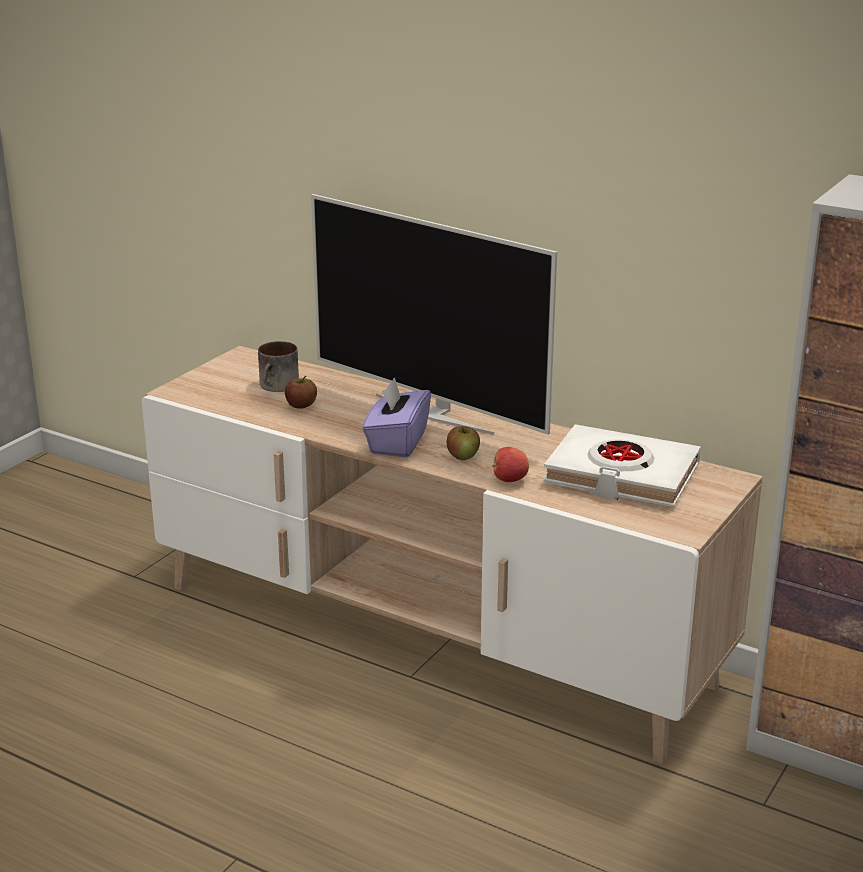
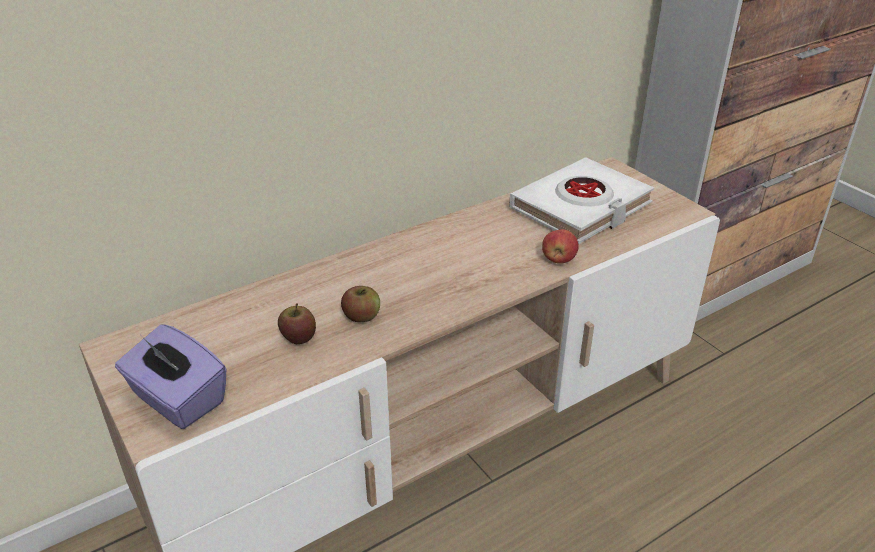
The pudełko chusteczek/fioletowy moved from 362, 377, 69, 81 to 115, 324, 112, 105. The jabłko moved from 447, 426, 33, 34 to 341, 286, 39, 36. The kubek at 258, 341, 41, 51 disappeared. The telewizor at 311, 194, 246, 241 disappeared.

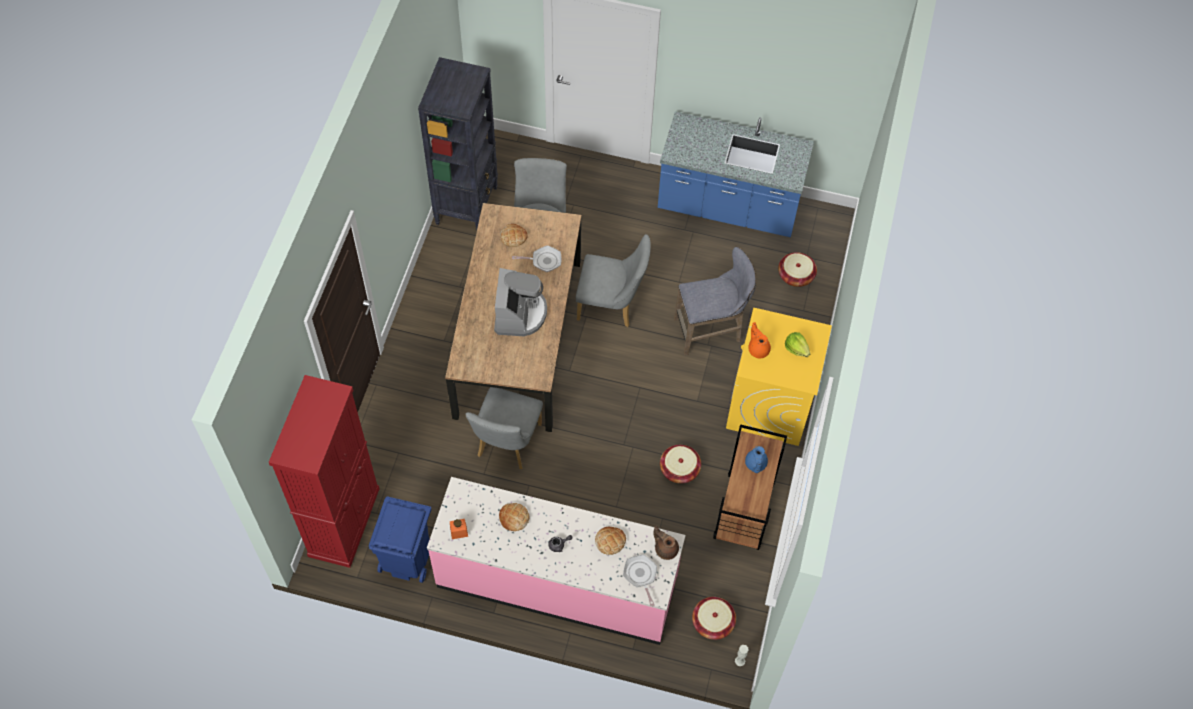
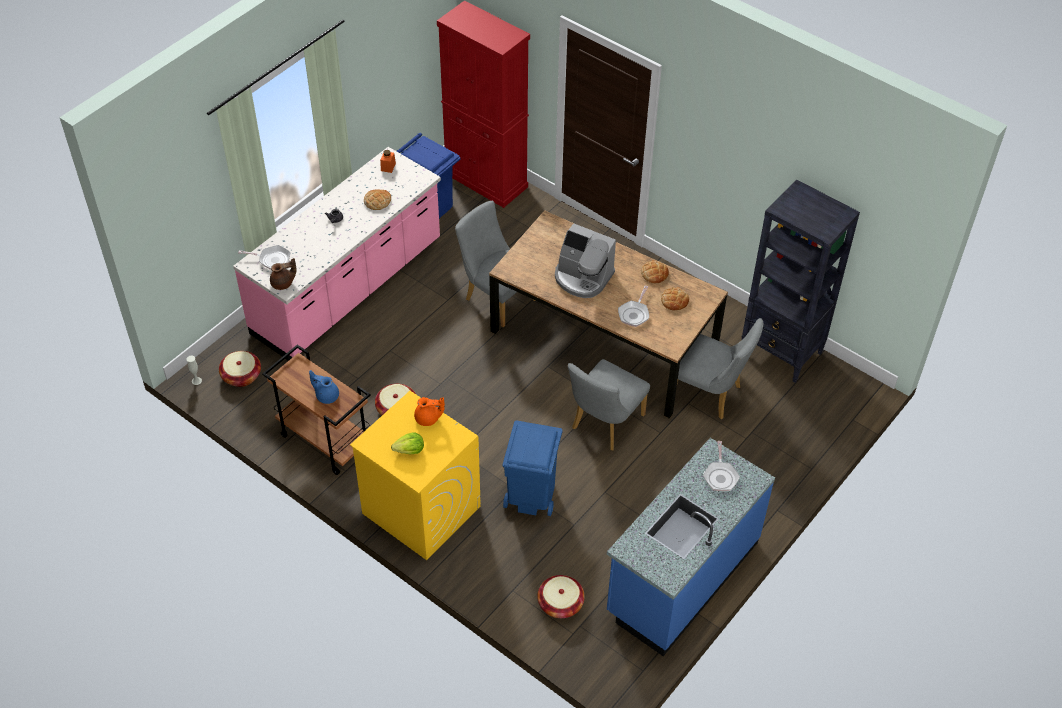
The stołek/szary at 674, 247, 82, 108 was replaced by the kosz na śmieci/niebieski at 503, 421, 60, 95. The chleb moved from 595, 527, 31, 28 to 641, 260, 28, 23. The patelnia at 703, 441, 37, 50 appeared.

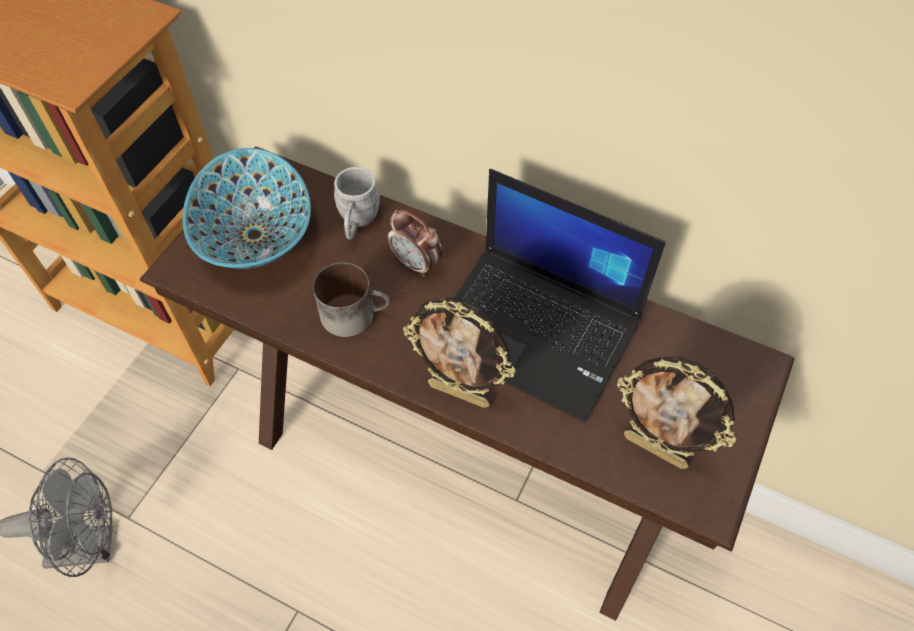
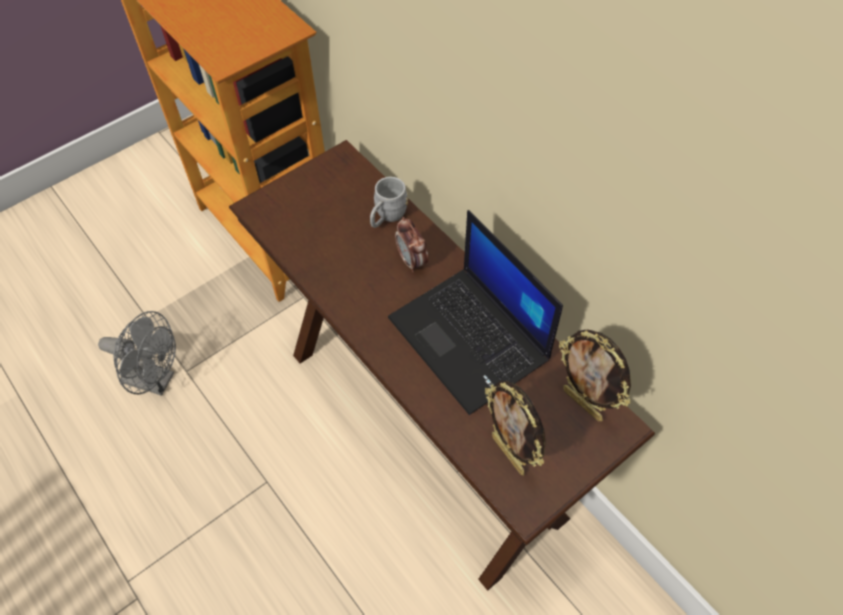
The ramka na zdjęcie moved from 403, 297, 113, 111 to 559, 329, 72, 92. The miska at 183, 148, 128, 121 disappeared. The kubek at 313, 262, 77, 75 disappeared.

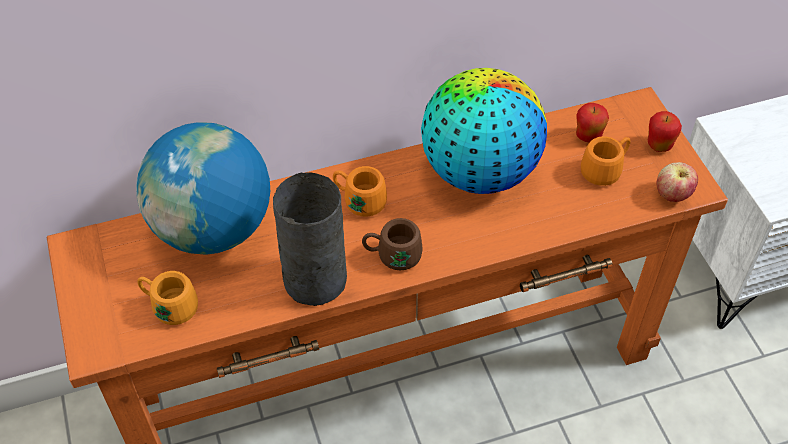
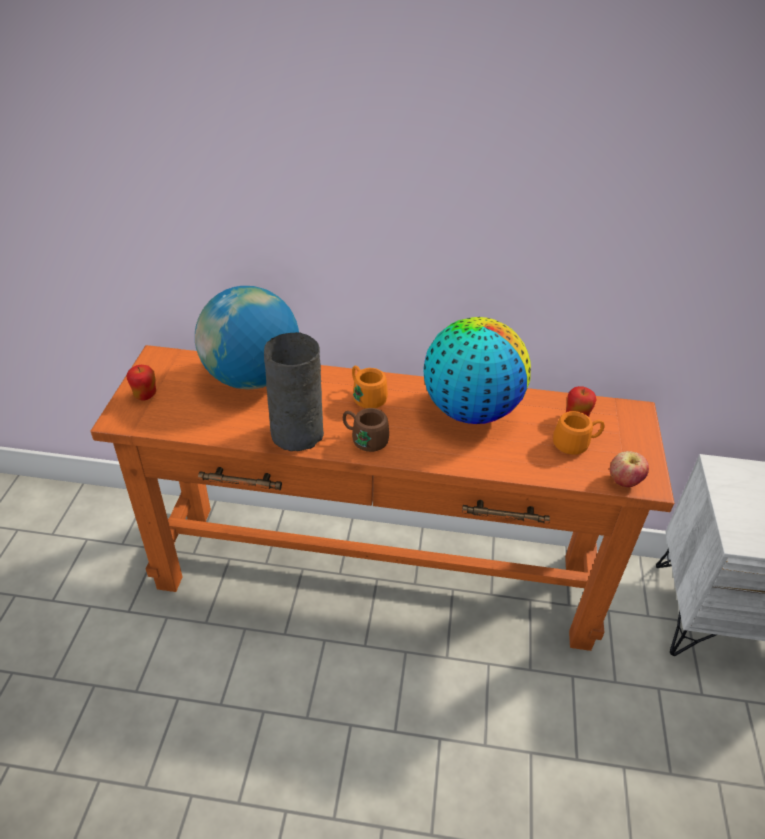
The jabłko moved from 648, 111, 34, 41 to 126, 365, 30, 36. The kubek/pomarańczowy at 137, 271, 61, 54 disappeared.

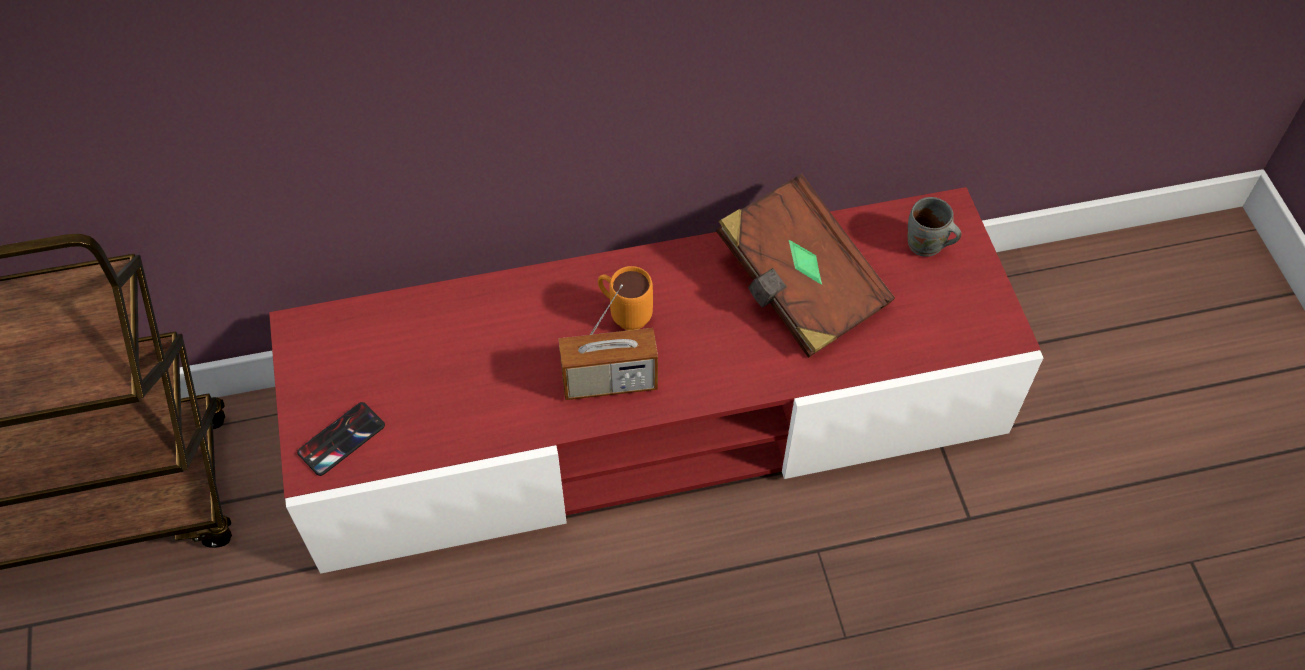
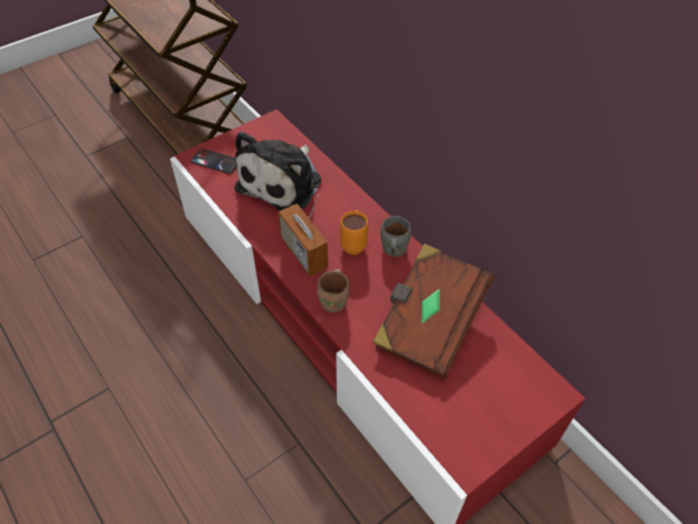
The pluszak at 235, 131, 86, 80 appeared. The kubek/brązowy at 317, 269, 33, 44 appeared. The kubek/szary moved from 908, 197, 53, 60 to 380, 216, 31, 41.

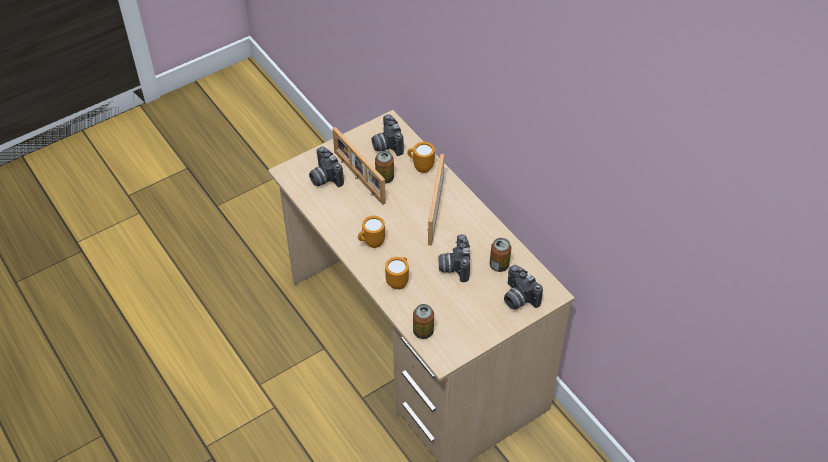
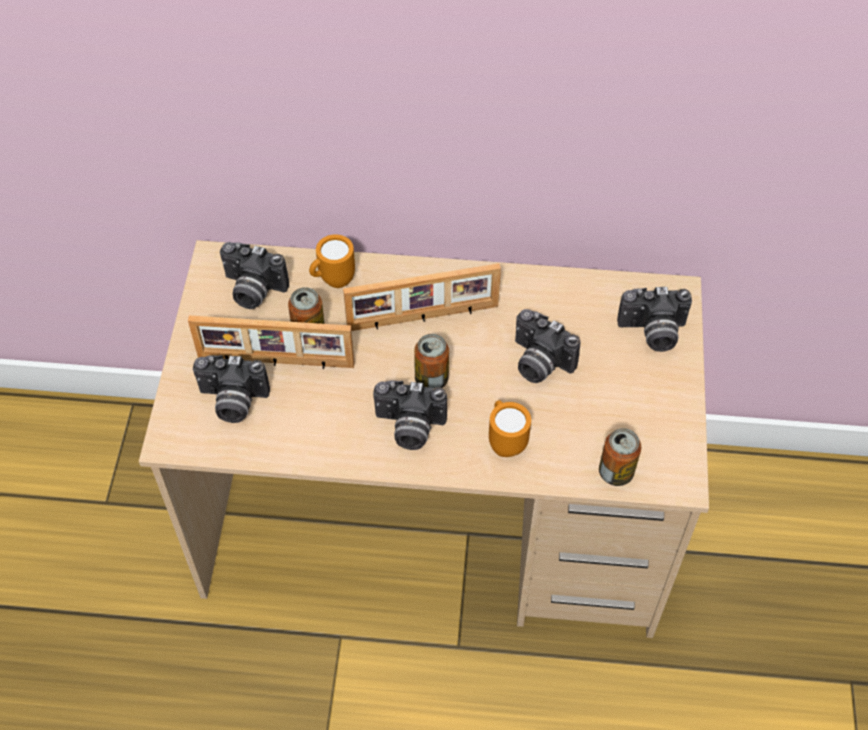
The ramka na zdjęcie at 427, 154, 17, 92 turned 60 degrees counterclockwise. The kubek/pomarańczowy at 358, 216, 27, 32 was replaced by the aparat fotograficzny at 373, 381, 74, 69. The puszka moved from 490, 238, 21, 34 to 414, 334, 35, 54.

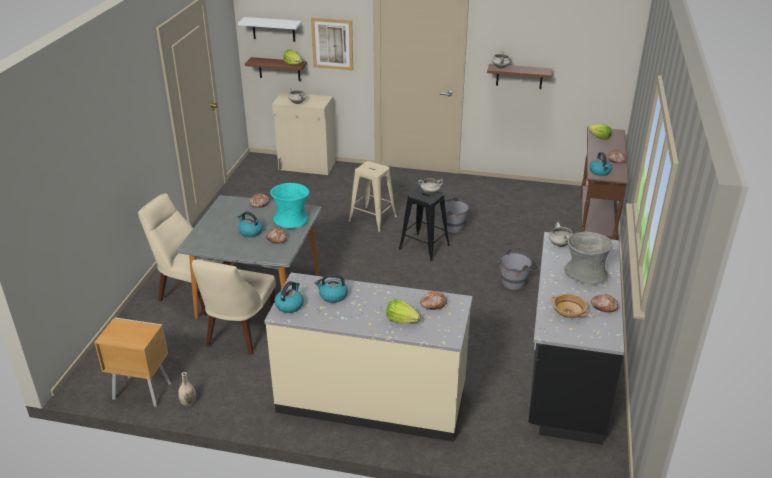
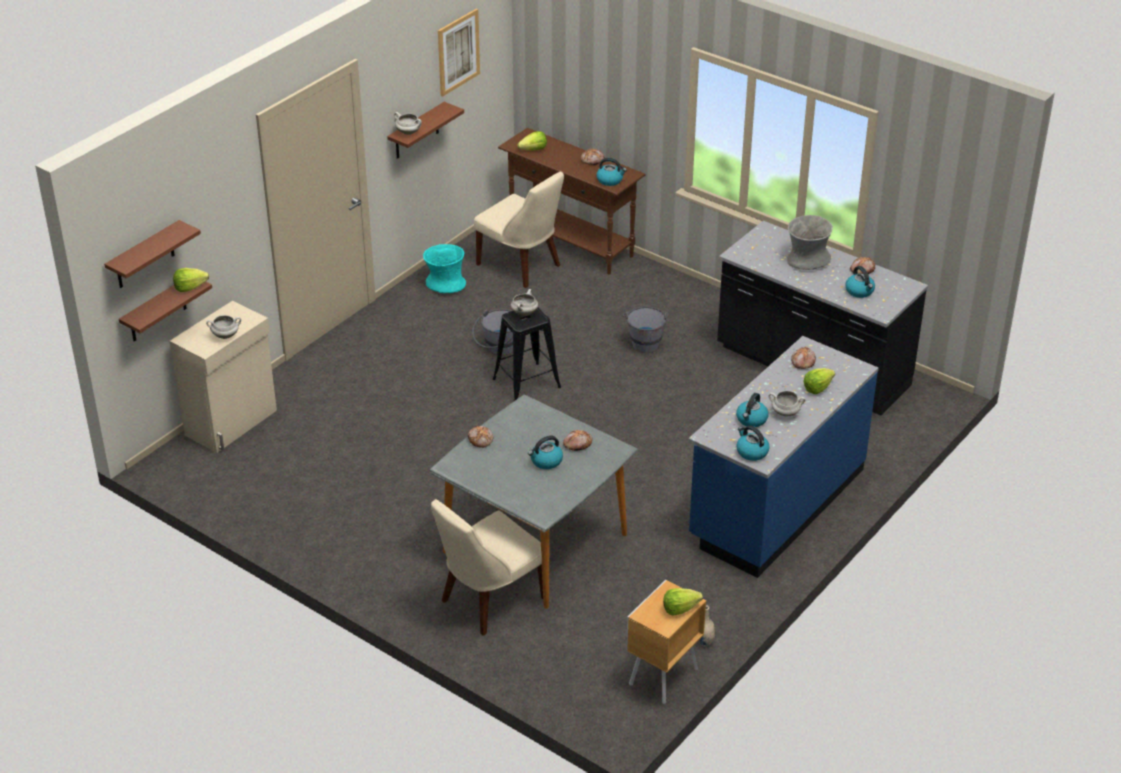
The półka/biały at 238, 17, 64, 25 became the półka/brązowy at 104, 220, 97, 68. The wazon/turkusowy moved from 270, 183, 39, 45 to 423, 244, 43, 49. The obraz moved from 311, 18, 42, 52 to 438, 9, 42, 88. The krzesło/beżowy moved from 192, 260, 84, 95 to 474, 172, 90, 116. The sałata at 663, 588, 40, 27 appeared. The zabudowa kuchenna/beżowy at 264, 272, 209, 170 became the zabudowa kuchenna/niebieski at 688, 336, 191, 242. The garnek/biały moved from 549, 222, 24, 25 to 769, 390, 37, 26. The miska/beżowy at 551, 294, 38, 24 was replaced by the czajnik at 845, 266, 30, 32. The stołek/beżowy at 349, 161, 48, 70 disappeared.

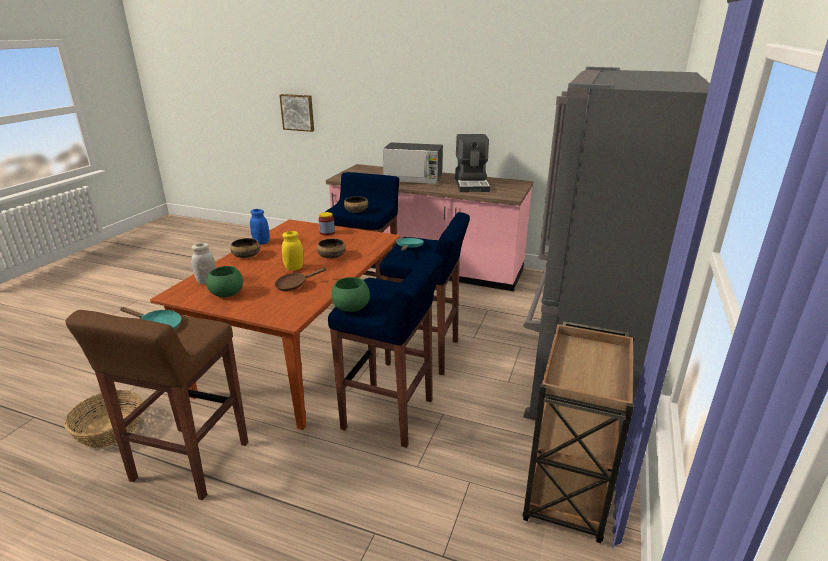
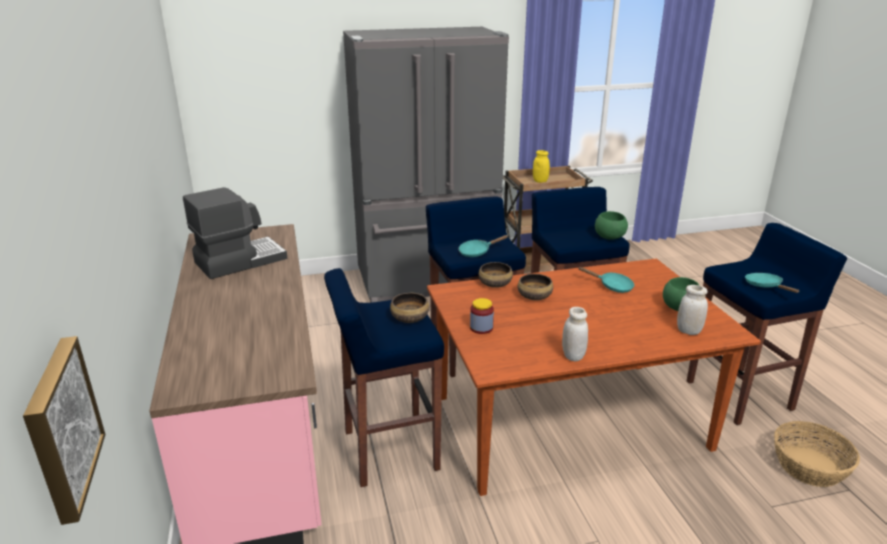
The miska moved from 230, 238, 30, 20 to 479, 262, 34, 26. The słoik/żółty moved from 282, 231, 22, 39 to 533, 150, 17, 33. The słoik/niebieski at 250, 209, 20, 35 became the słoik/biały at 562, 307, 26, 54. The patelnia/brązowy at 275, 268, 51, 23 became the patelnia/turkusowy at 579, 267, 55, 26. The stołek/brązowy at 65, 310, 183, 190 became the stołek/niebieski at 687, 223, 160, 202. The mikrofalówka at 383, 142, 60, 42 disappeared.

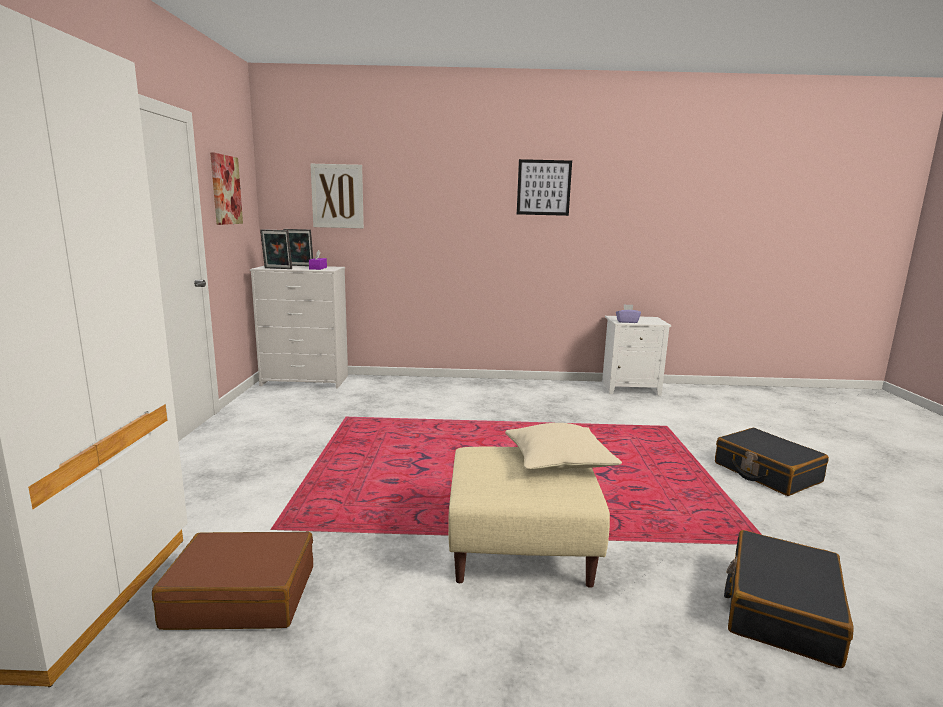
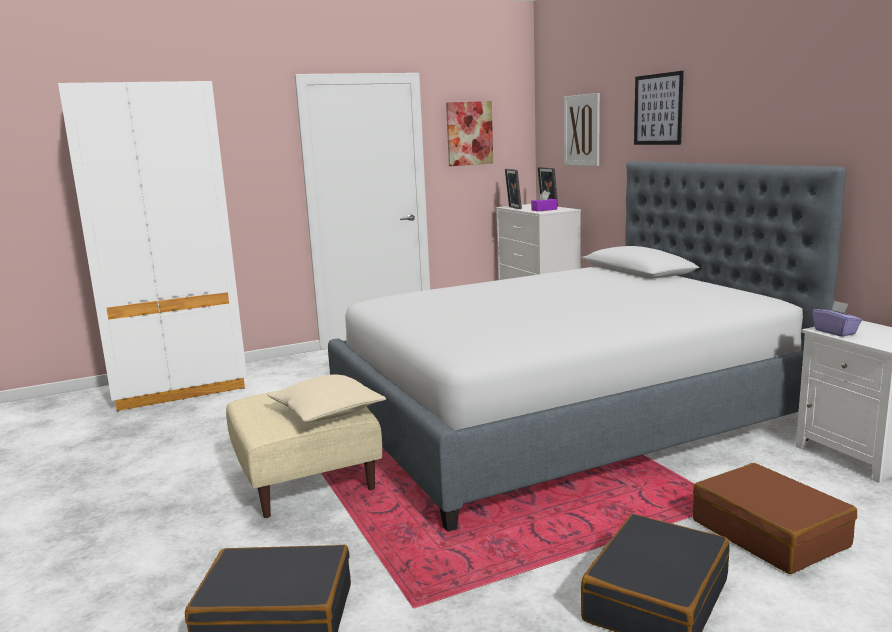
The łóżko at 328, 161, 519, 371 appeared. The obraz moved from 517, 159, 55, 57 to 634, 71, 50, 74. The walizka/brązowy moved from 152, 532, 161, 98 to 693, 463, 164, 111.

